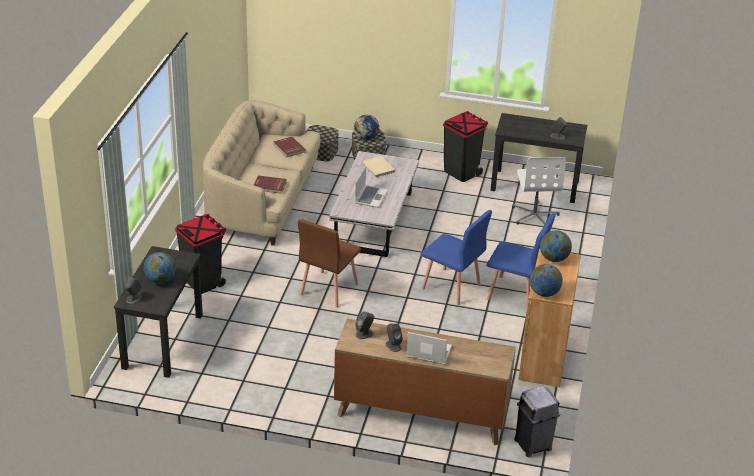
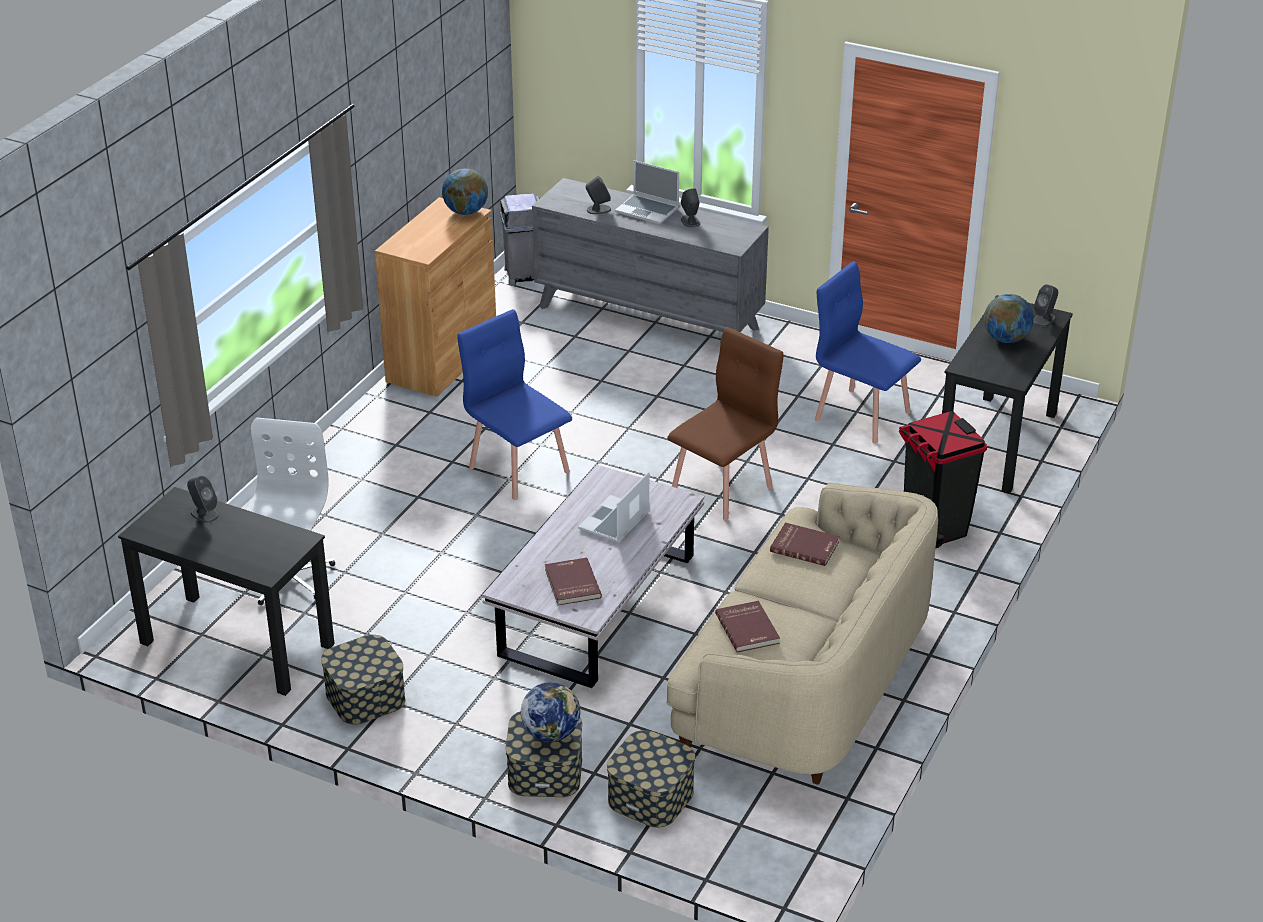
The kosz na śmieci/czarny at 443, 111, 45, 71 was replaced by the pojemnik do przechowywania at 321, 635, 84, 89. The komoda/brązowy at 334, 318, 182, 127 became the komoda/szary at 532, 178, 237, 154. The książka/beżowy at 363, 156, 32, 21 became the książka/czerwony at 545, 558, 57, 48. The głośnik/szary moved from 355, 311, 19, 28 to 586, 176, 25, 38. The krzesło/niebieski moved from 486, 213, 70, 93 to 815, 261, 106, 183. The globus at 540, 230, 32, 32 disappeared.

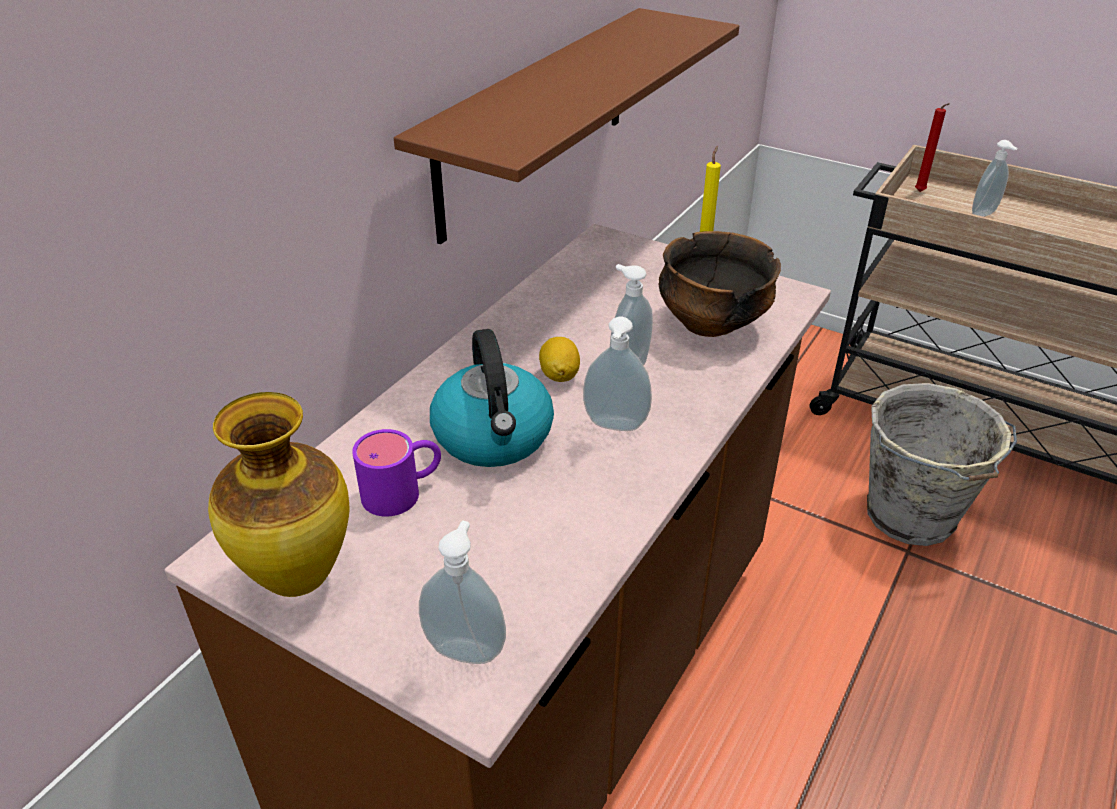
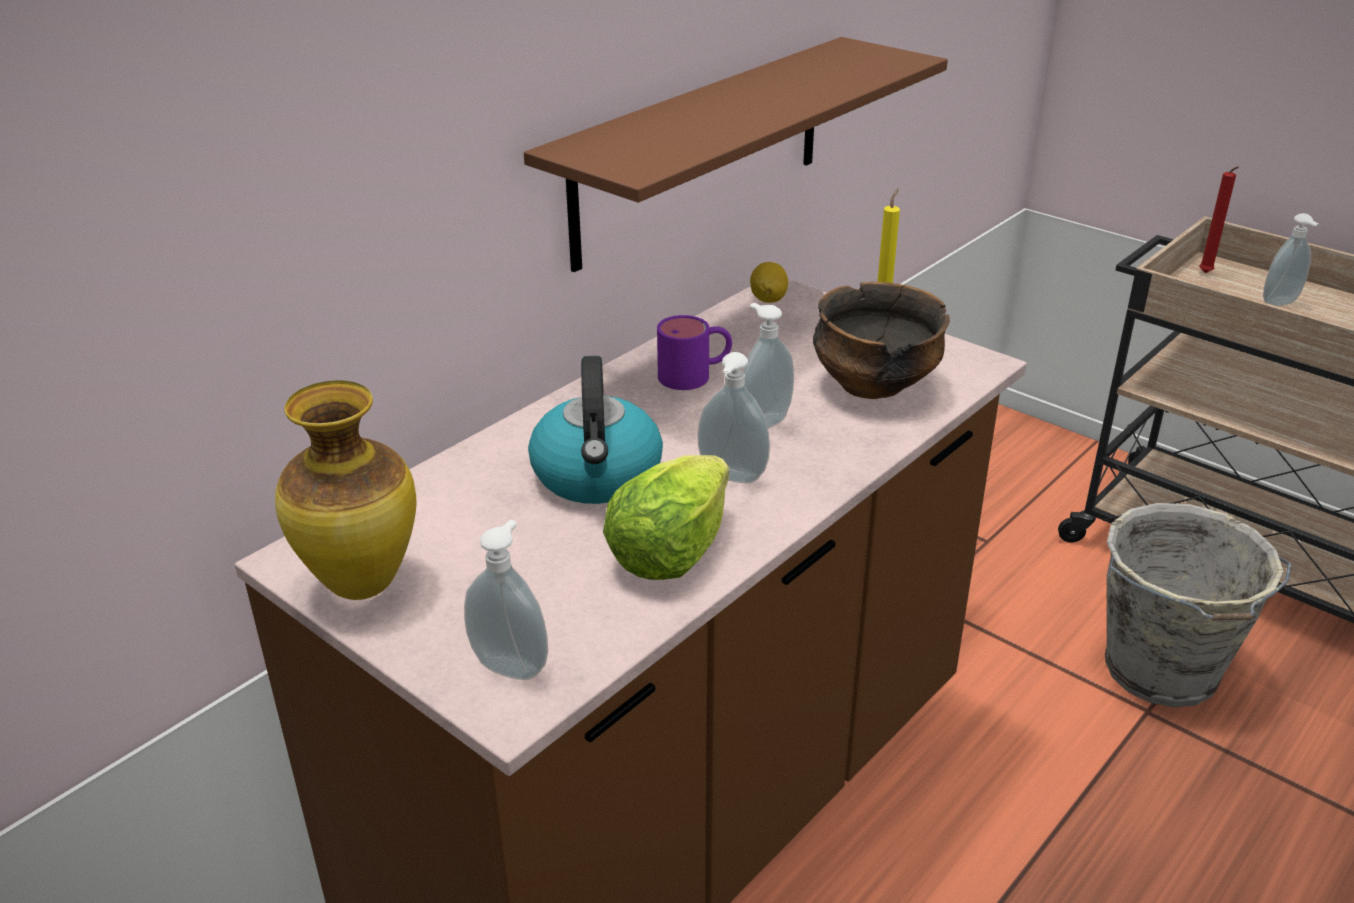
The sałata at 603, 455, 126, 125 appeared. The kubek/fioletowy moved from 352, 429, 89, 88 to 657, 315, 75, 75. The cytryna moved from 539, 337, 41, 45 to 750, 262, 38, 41.

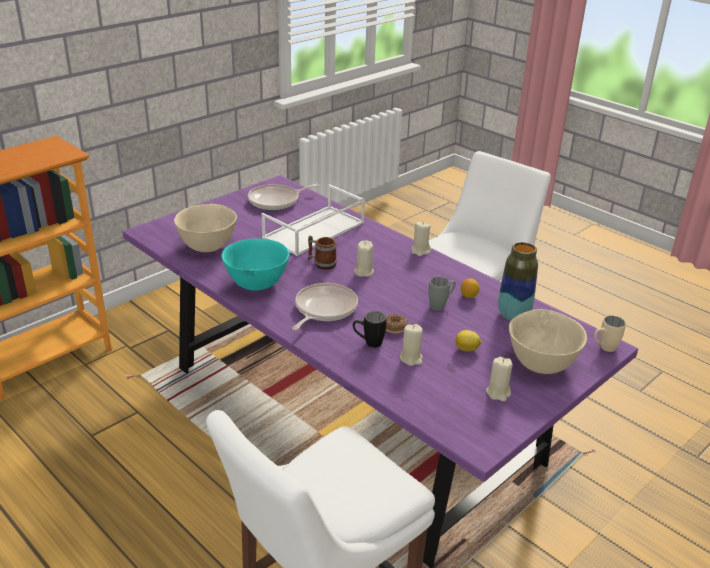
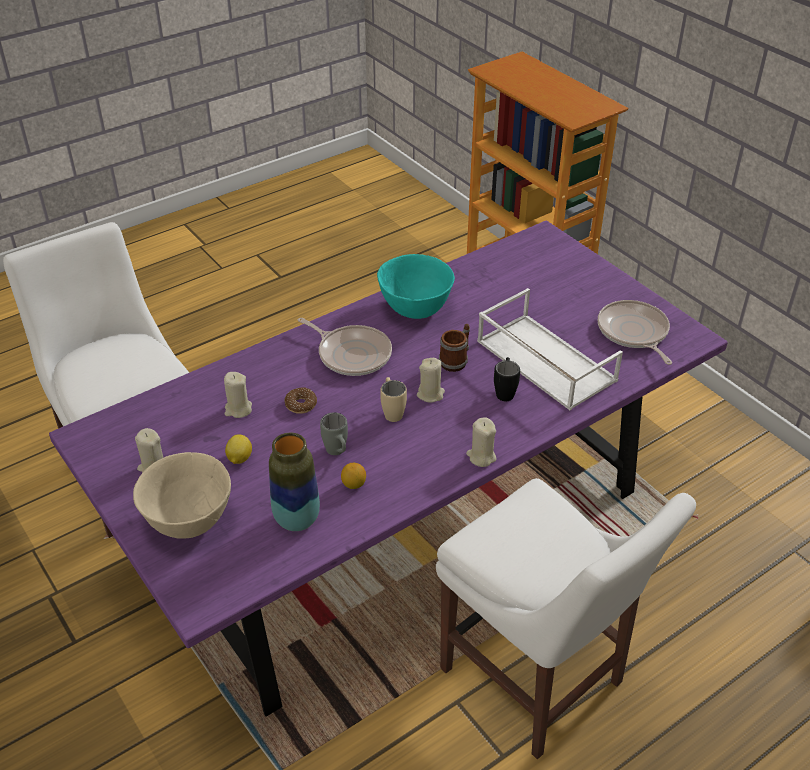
The kubek/beżowy moved from 594, 316, 32, 36 to 380, 377, 27, 45. The kubek/czarny moved from 353, 311, 34, 37 to 494, 357, 26, 44. The miska/beżowy at 174, 204, 63, 48 disappeared.

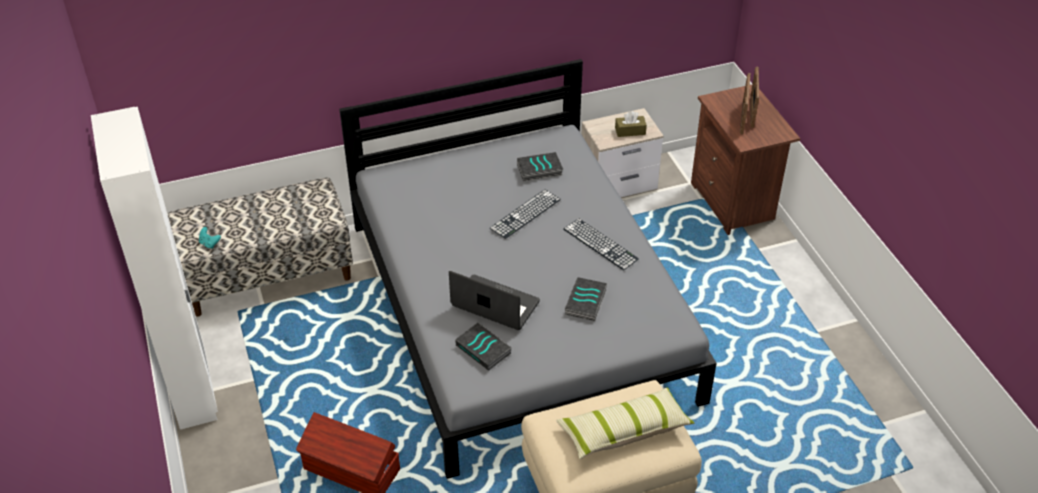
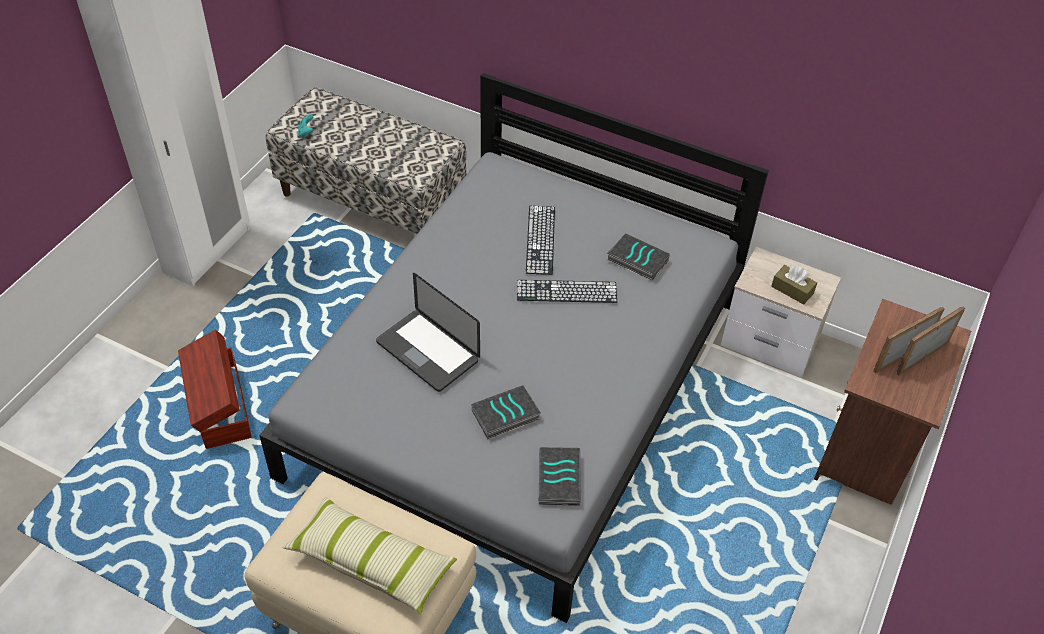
The laptop at 449, 271, 91, 59 turned 150 degrees clockwise. The klawiatura moved from 563, 218, 76, 52 to 526, 206, 29, 69. The książka moved from 455, 323, 57, 48 to 539, 447, 42, 59.

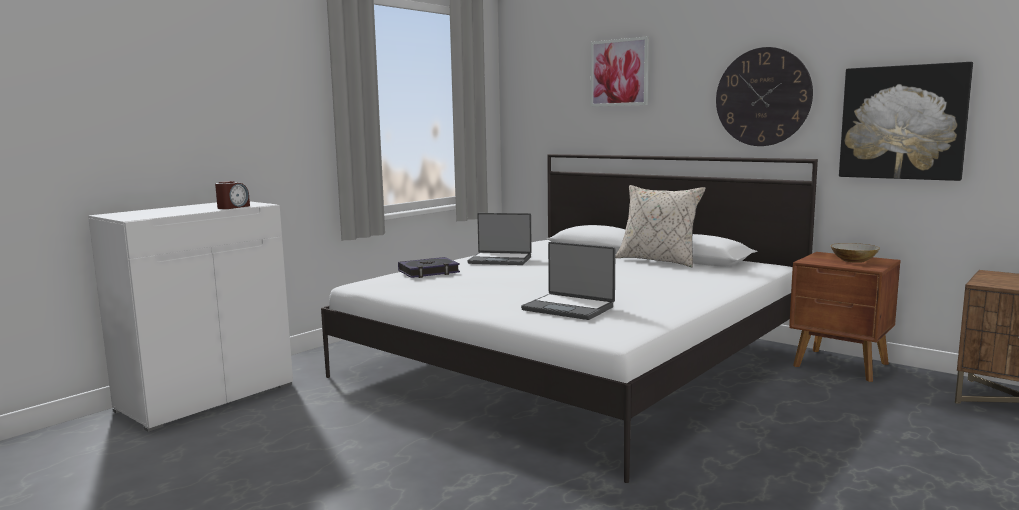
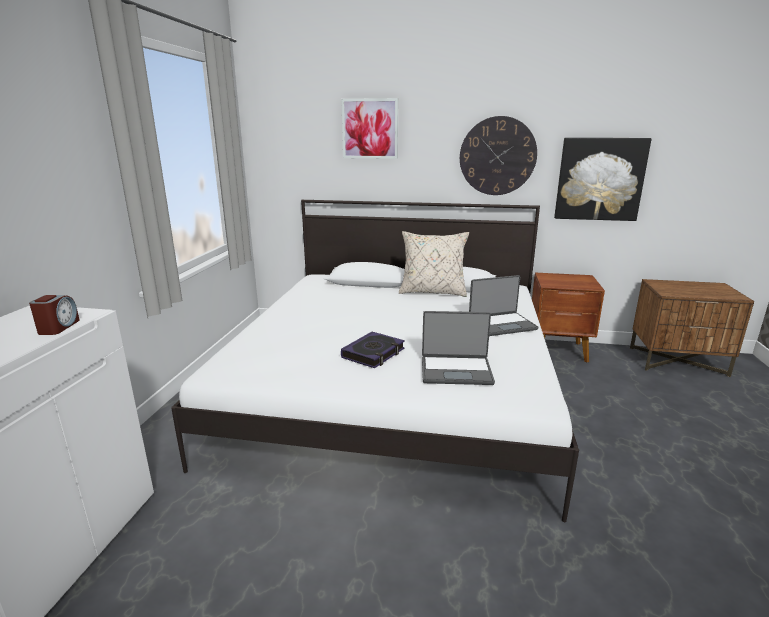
The książka moved from 398, 257, 62, 21 to 341, 332, 64, 36. The laptop moved from 467, 213, 65, 52 to 469, 275, 69, 61. The miska at 831, 243, 49, 20 disappeared.

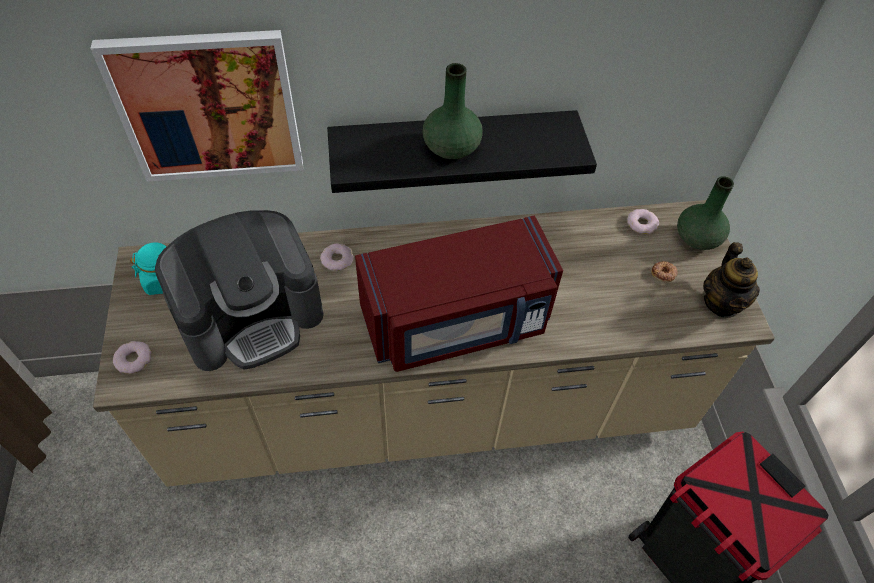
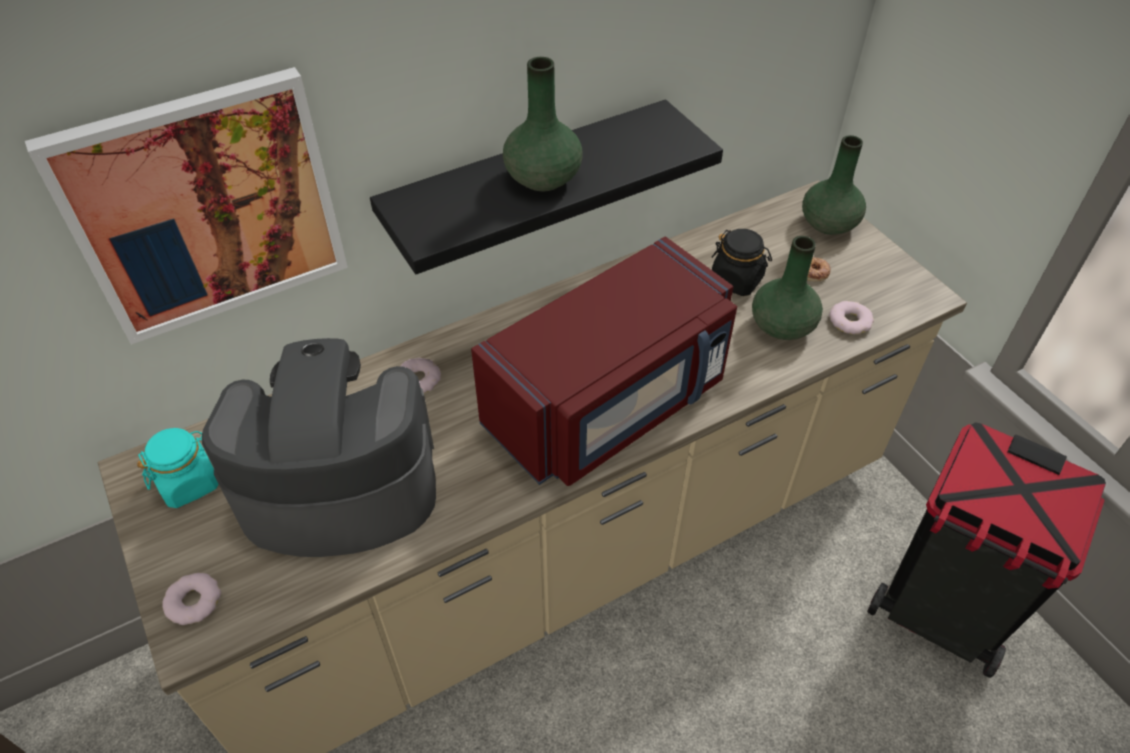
The ekspres do kawy at 155, 210, 169, 161 turned 135 degrees counterclockwise. The słoik/czarny at 712, 229, 60, 67 appeared. The wazon/zielony at 752, 236, 71, 104 appeared. The donut moved from 627, 209, 32, 25 to 829, 301, 45, 33. The imbryk at 703, 242, 57, 76 disappeared.

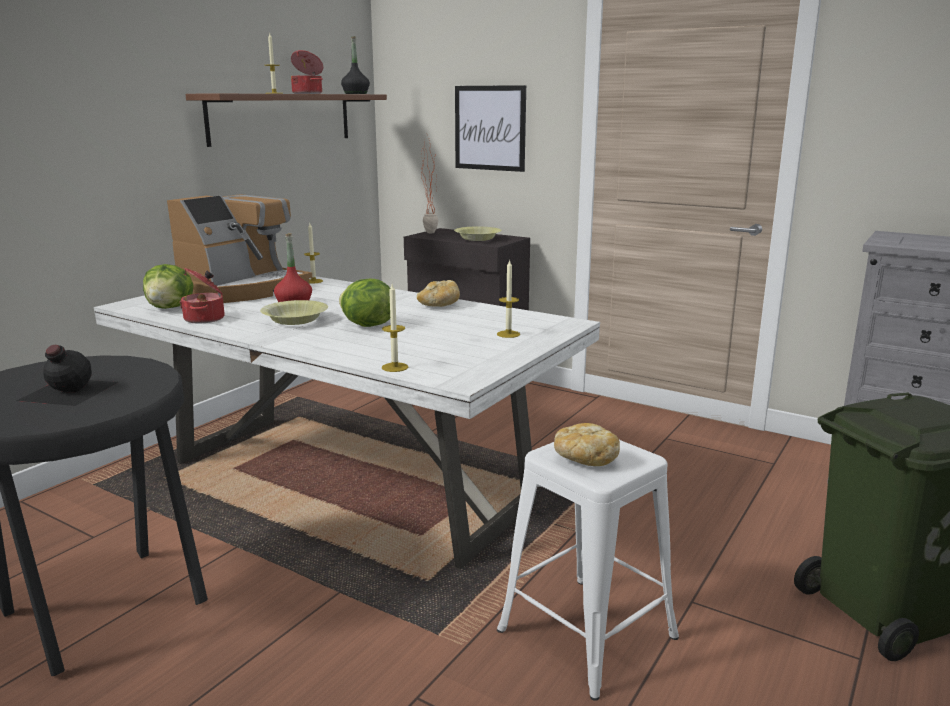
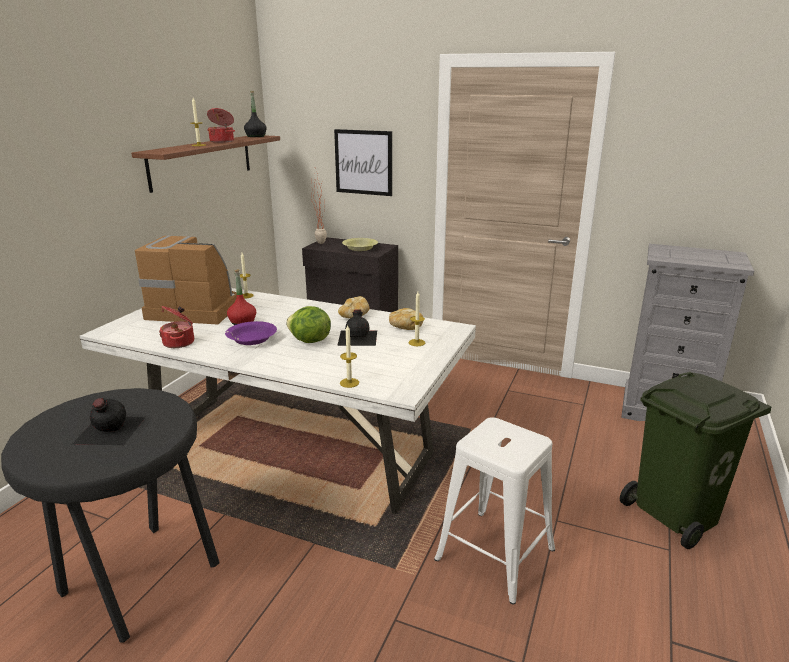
The ekspres do kawy at 167, 194, 145, 109 turned 105 degrees counterclockwise. The miska/żółty at 260, 300, 68, 25 became the miska/fioletowy at 225, 321, 52, 24. The butelka/czarny at 337, 309, 40, 37 appeared. The chleb moved from 554, 423, 66, 43 to 389, 308, 34, 22. The sałata at 143, 264, 50, 45 disappeared.

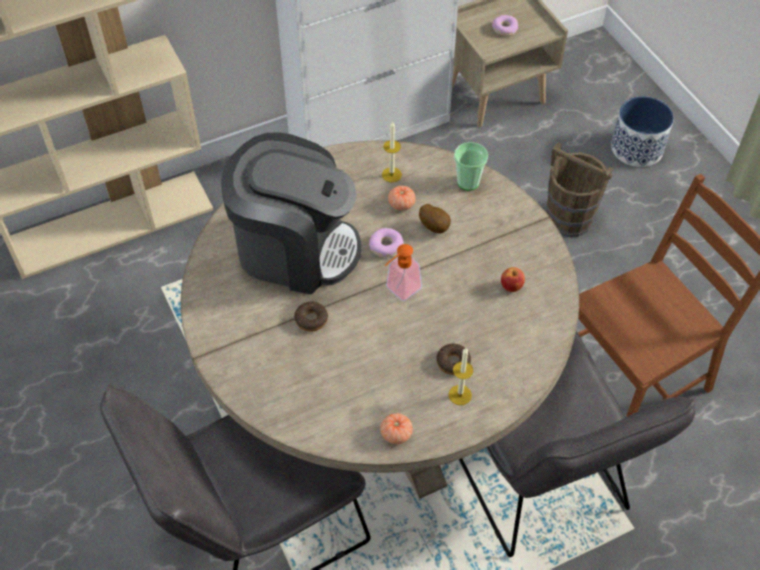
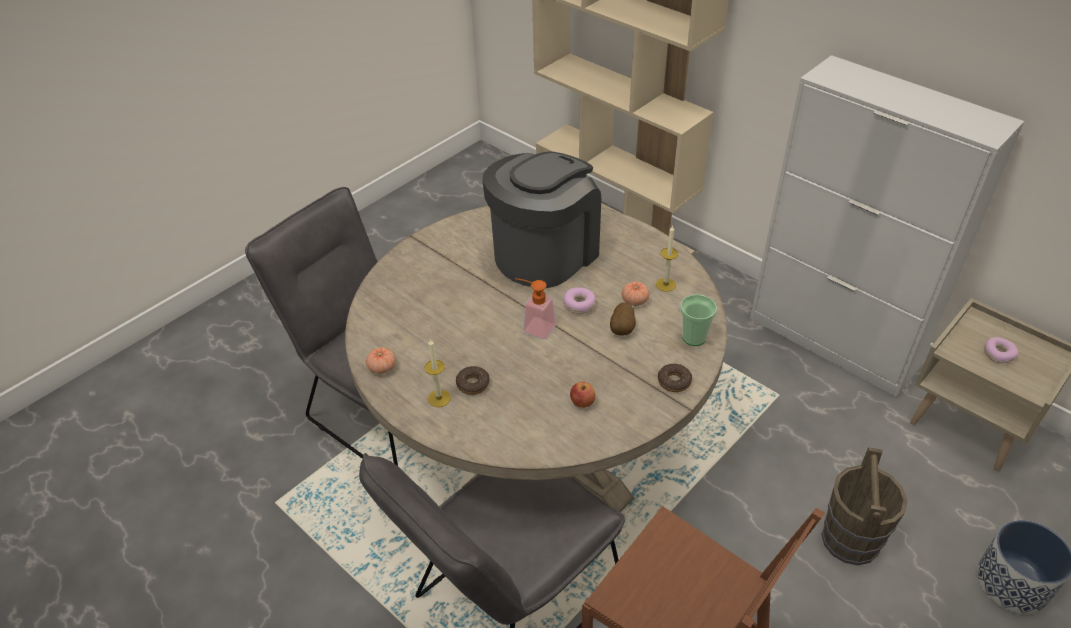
The ekspres do kawy at 221, 133, 140, 162 turned 135 degrees counterclockwise. The donut moved from 294, 302, 34, 30 to 658, 364, 34, 28.

